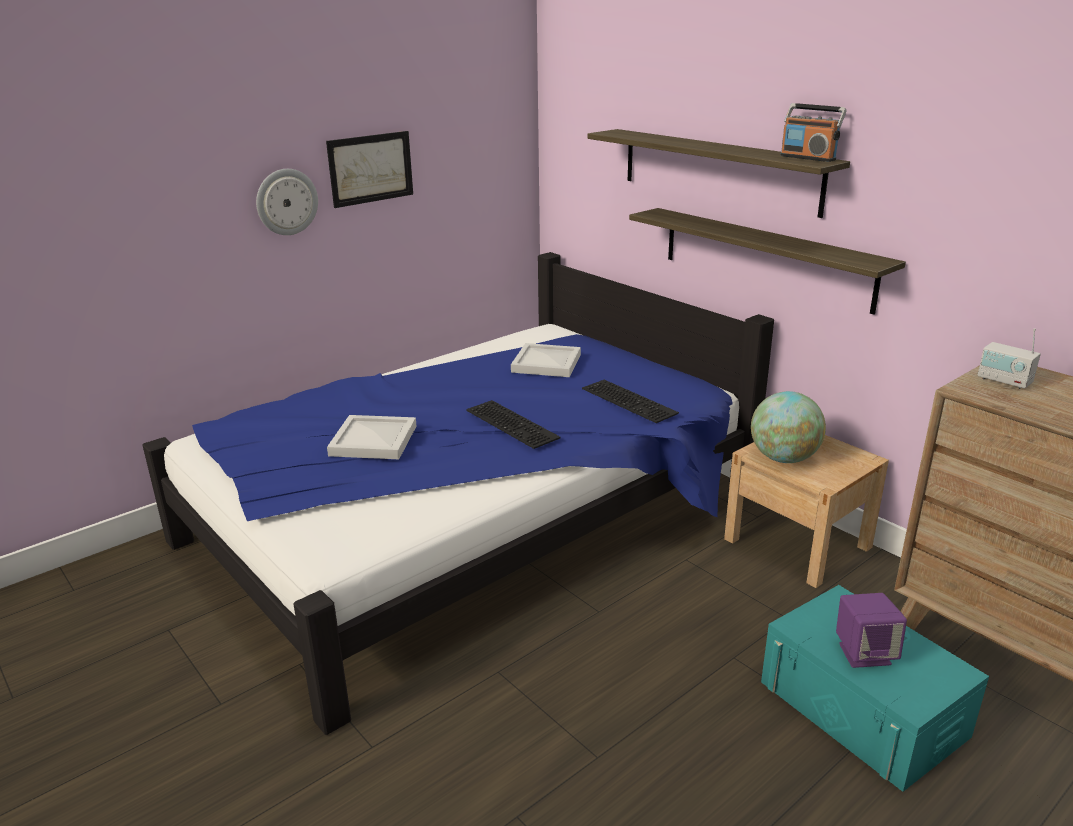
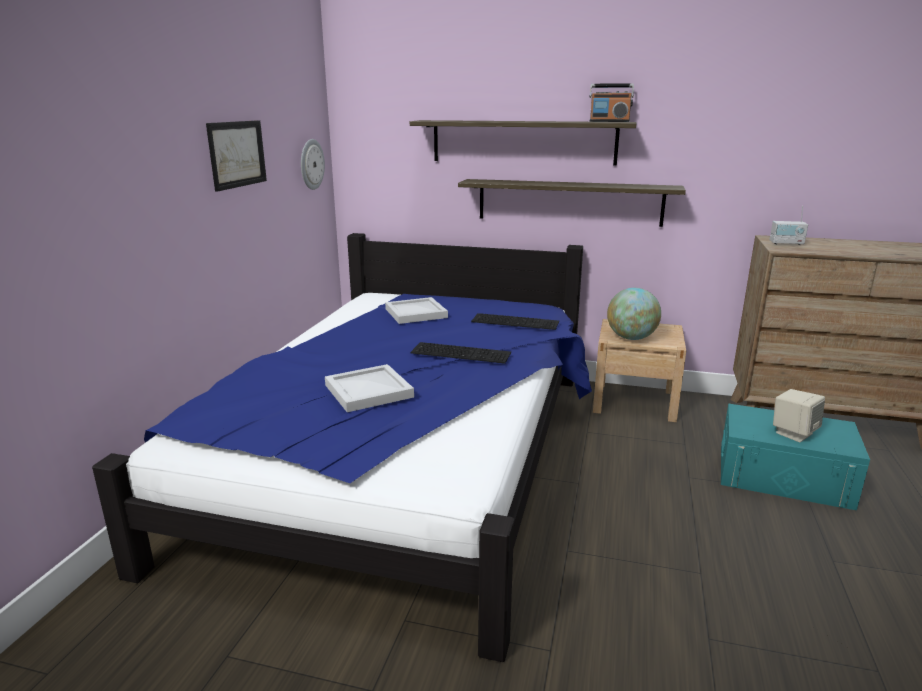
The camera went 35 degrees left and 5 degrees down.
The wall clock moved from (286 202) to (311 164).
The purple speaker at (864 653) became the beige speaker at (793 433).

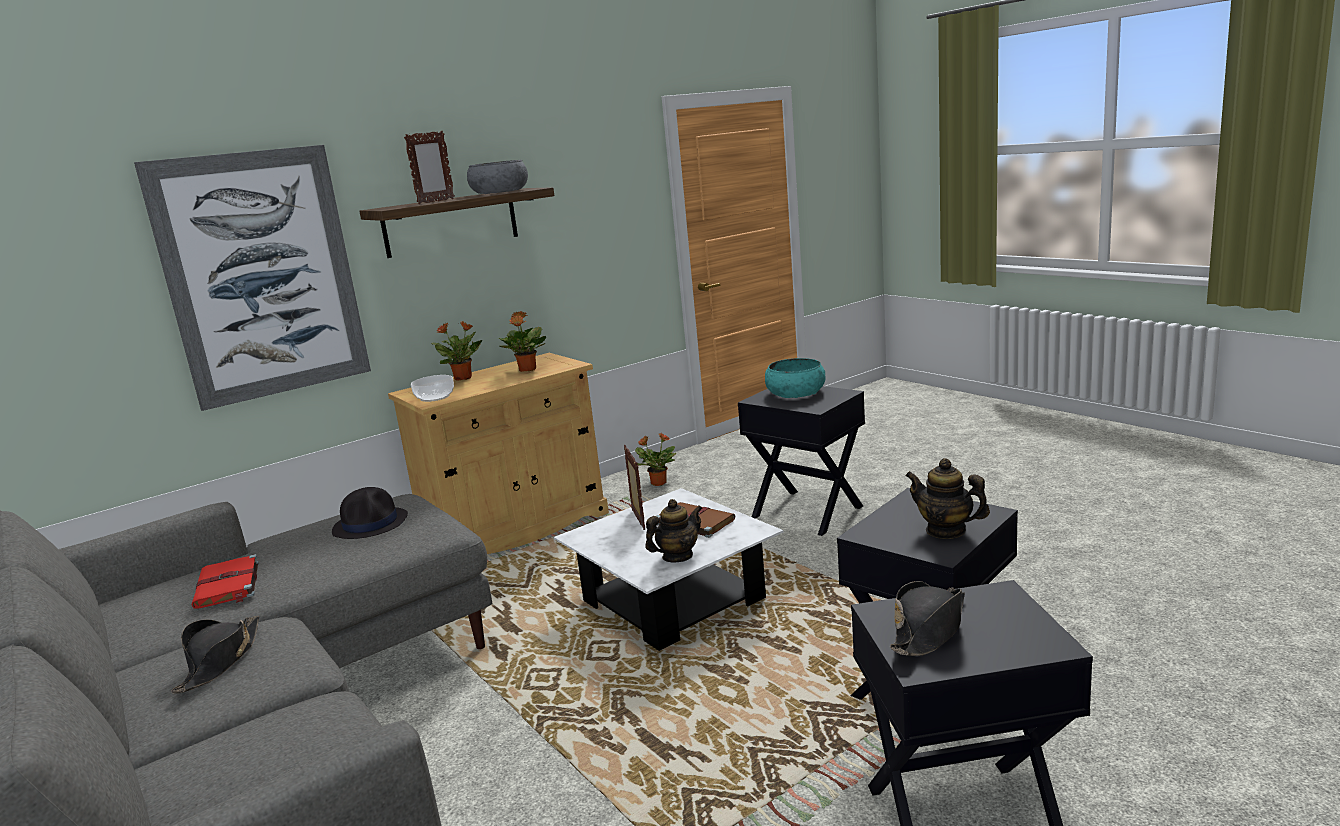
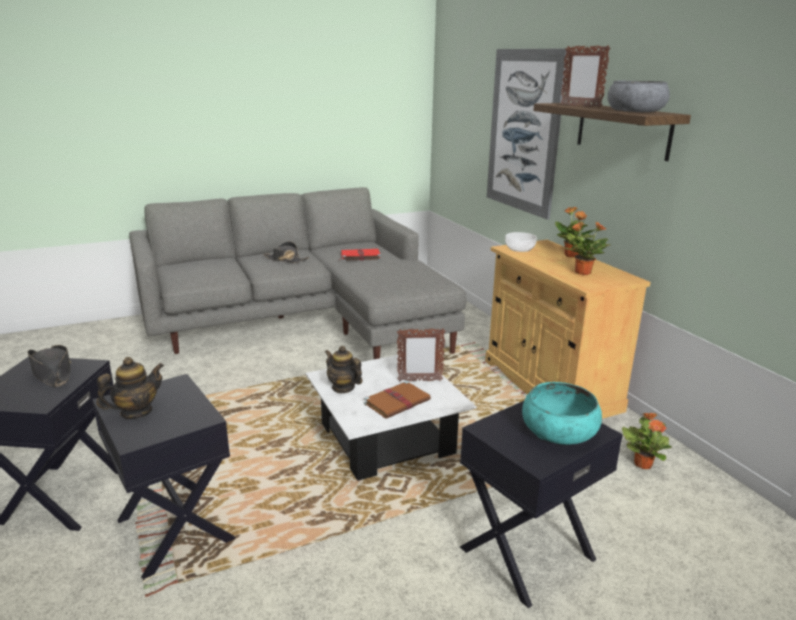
The camera went 100 degrees right and 5 degrees up.
The black hat at (371 524) disappeared.
The teapot at (677 556) turned 150 degrees clockwise.

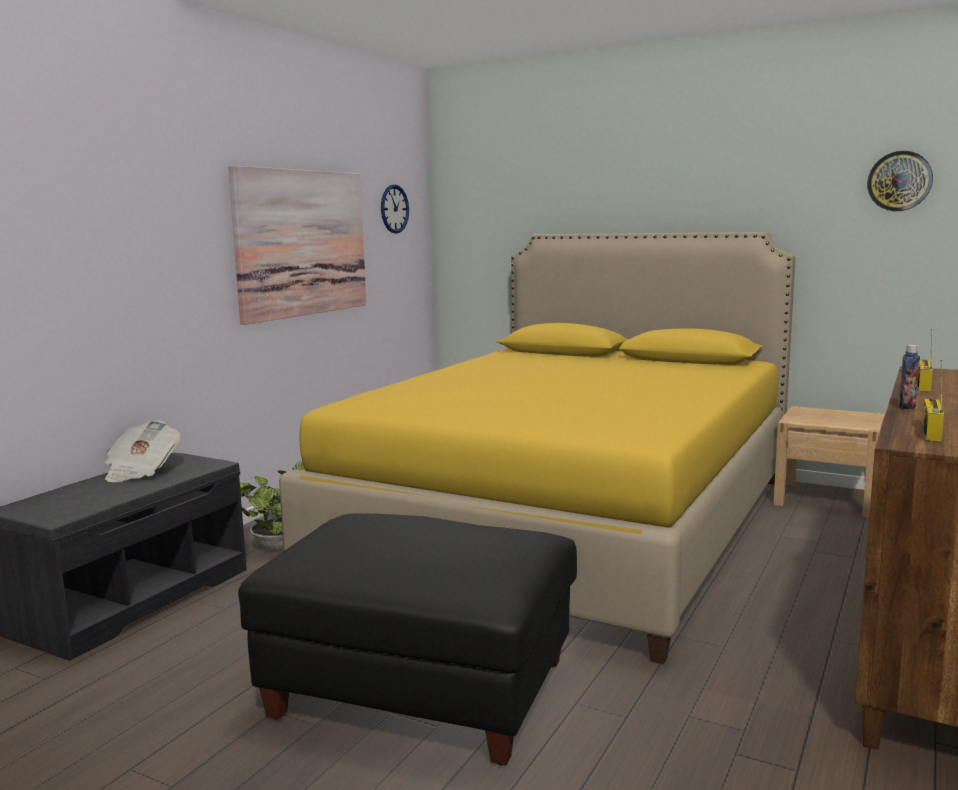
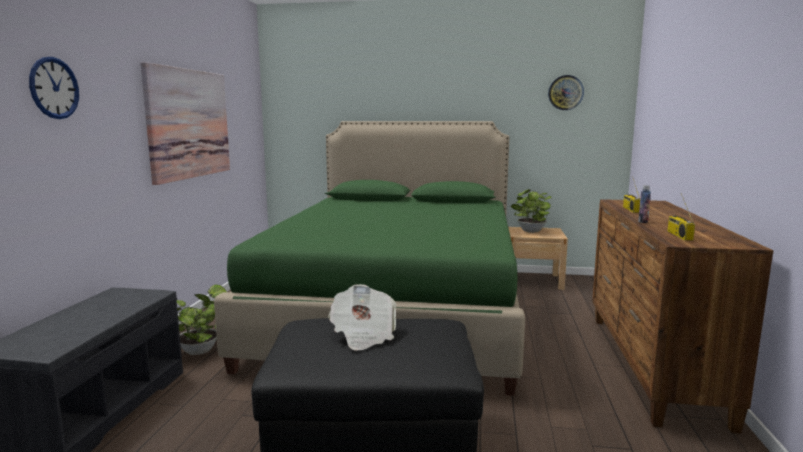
The camera went 20 degrees left and 0 degrees up.
The wall clock moved from (394 209) to (54 88).
The yellow bed at (569 523) became the green bed at (396 311).
The newspaper moved from (141 471) to (363 335).
The potted plant at (530 231) appeared.

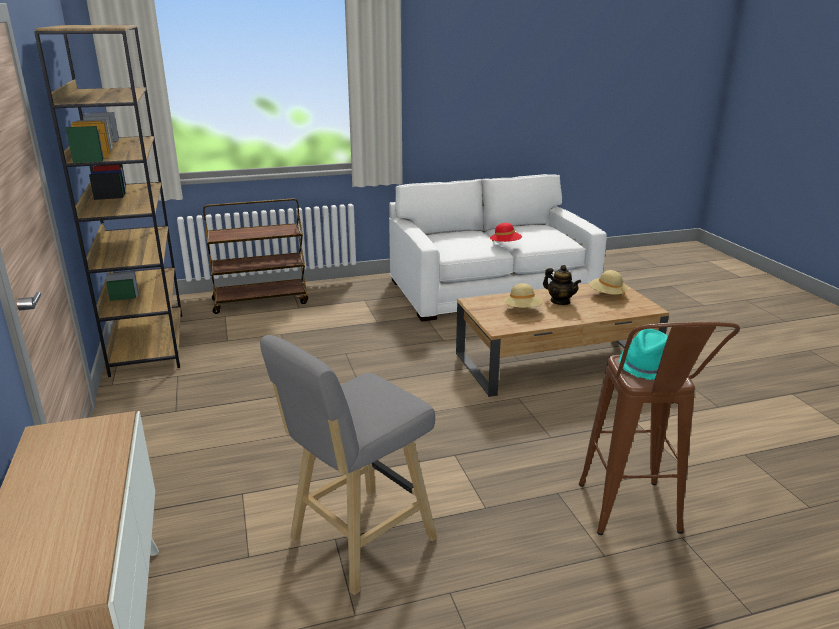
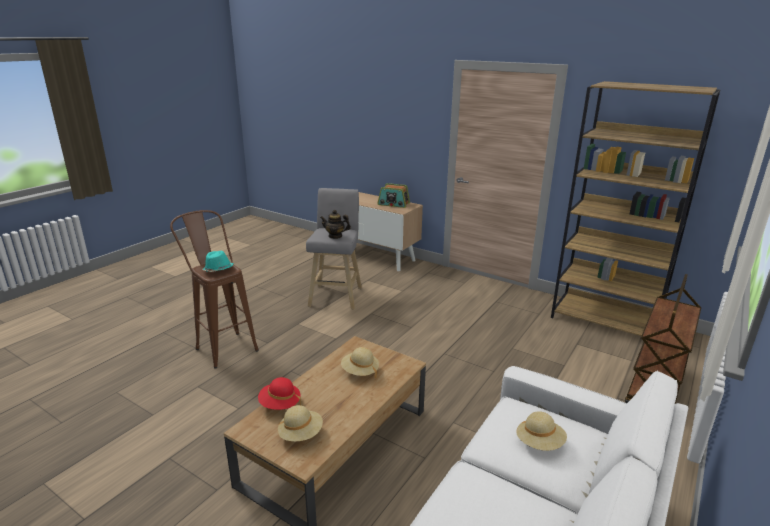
The camera went 140 degrees right and 0 degrees up.
The red hat moved from (505 245) to (280 404).
The teapot moved from (560 301) to (335 236).
The radio at (393 204) appeared.
The beige hat at (539 443) appeared.

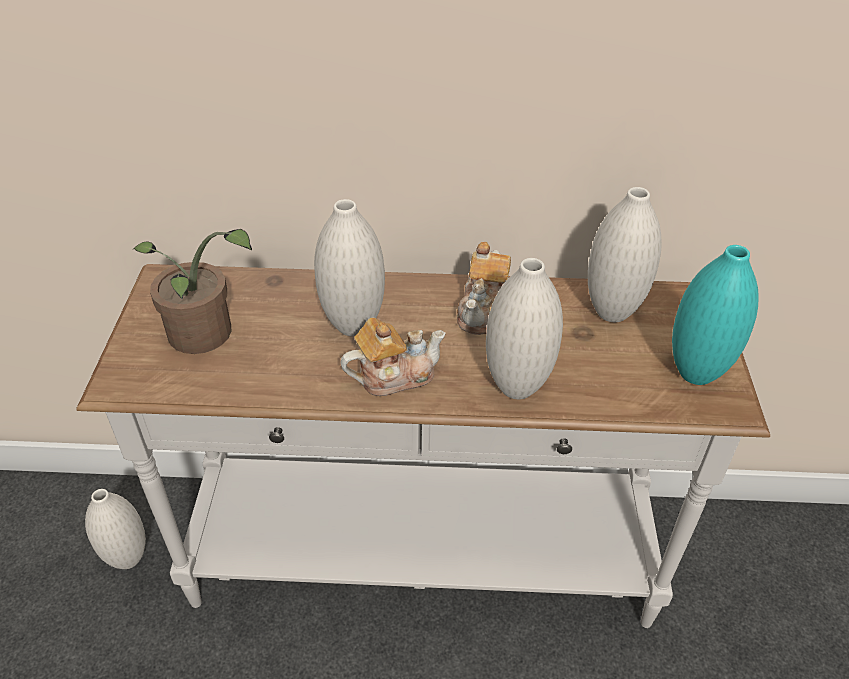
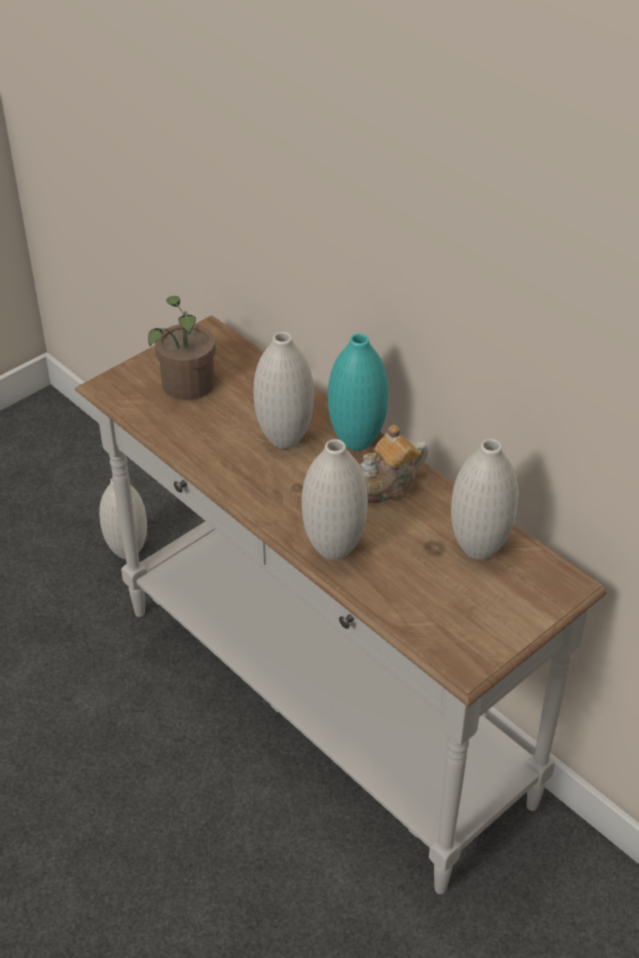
The camera went 45 degrees right and 0 degrees up.
The turquoise vase moved from (696 373) to (356 441).
The teapot at (394 375) disappeared.

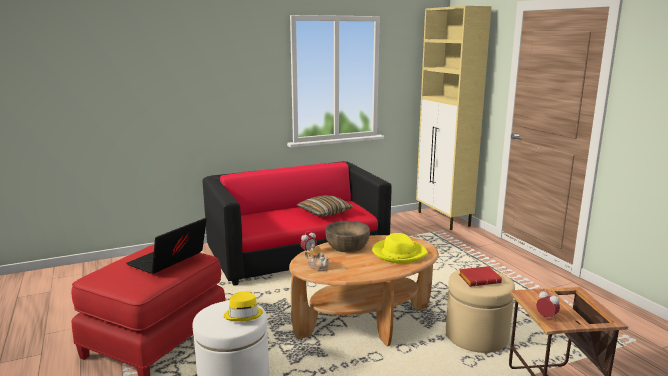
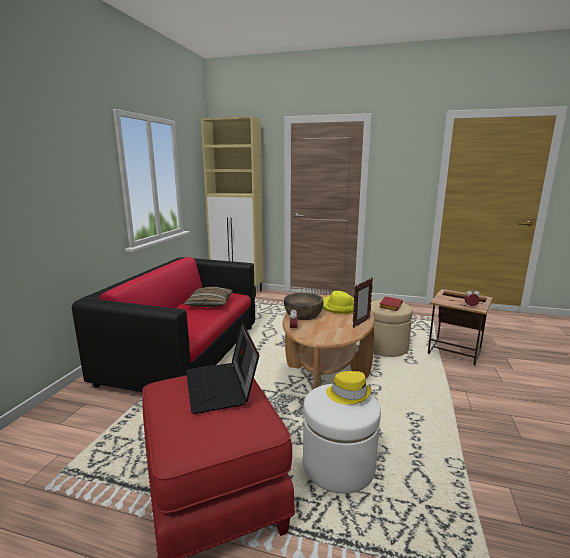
The camera went 50 degrees left and 0 degrees up.
The teapot at (317 266) disappeared.
The picture frame at (361 323) appeared.

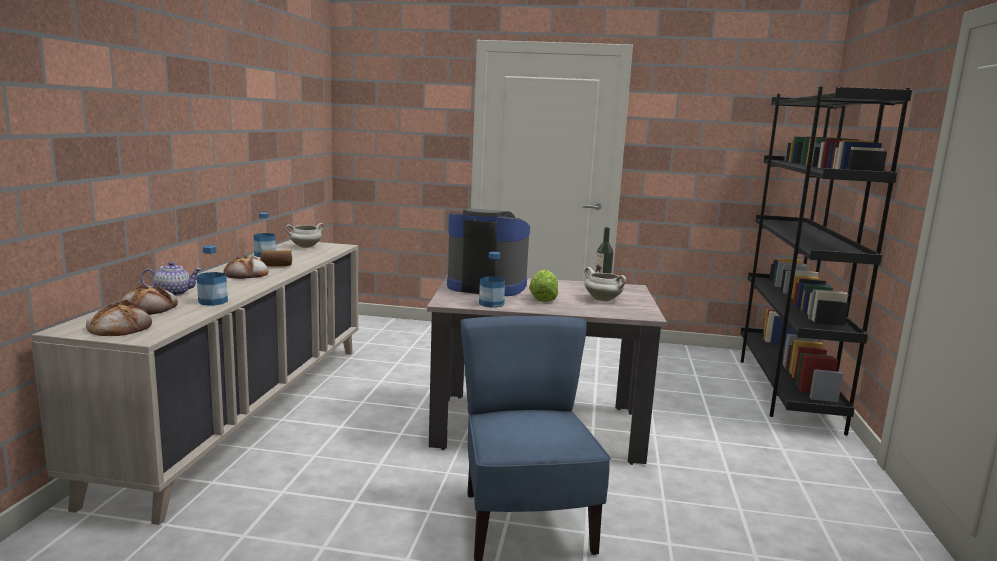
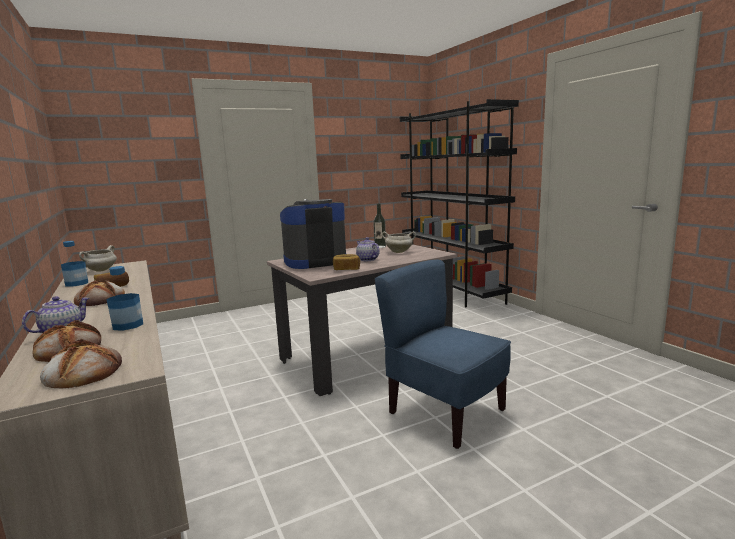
The camera went 35 degrees left and 0 degrees up.
The bottle at (491 304) was replaced by the bread at (346 269).
The lettuce at (543 299) was replaced by the teapot at (367 259).

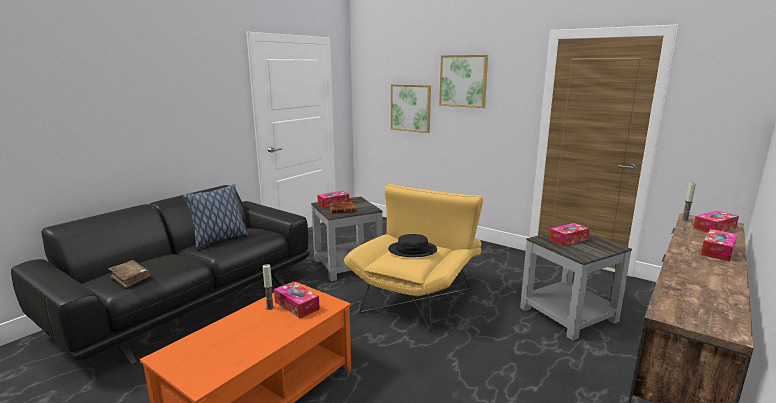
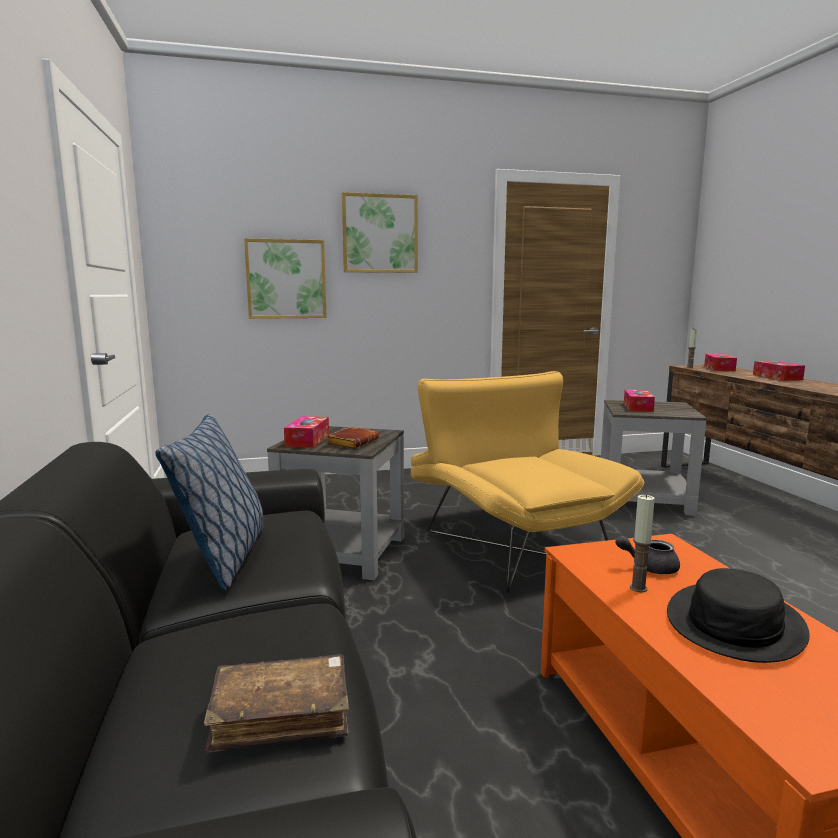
The camera went 50 degrees left and 5 degrees down.
The black hat moved from (412 250) to (735 623).
The tissue box at (297 305) was replaced by the grey teapot at (649 567).

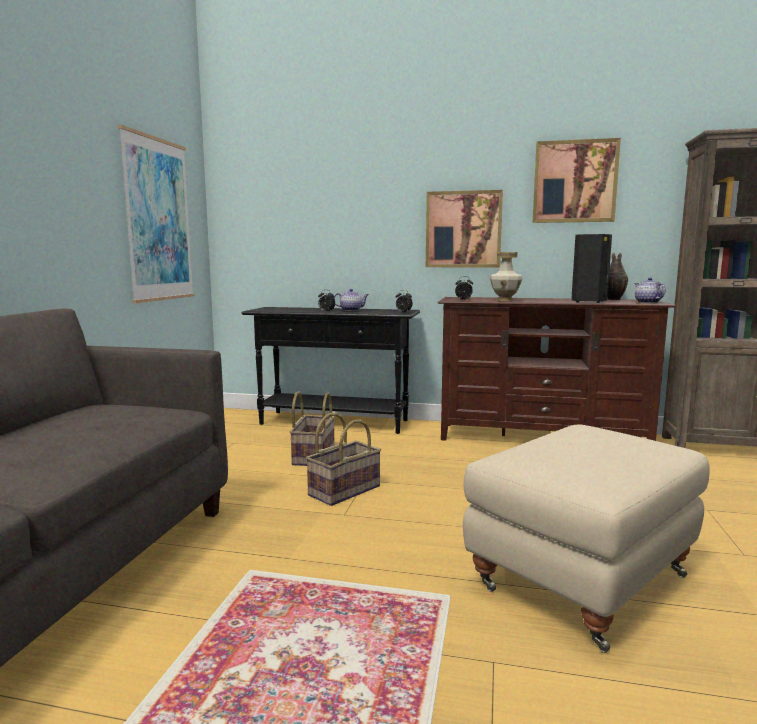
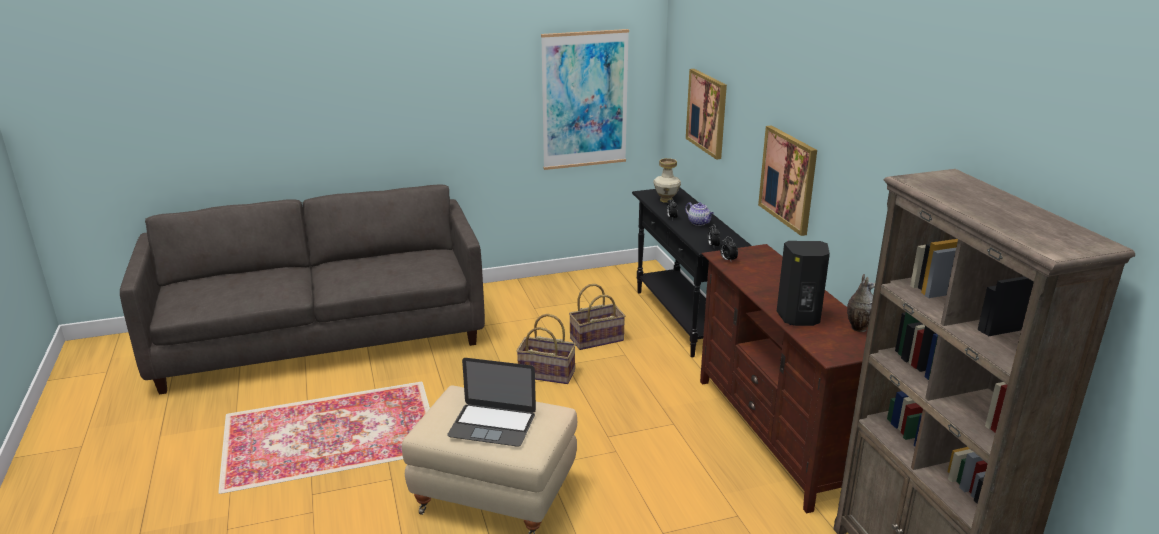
The camera went 60 degrees right and 15 degrees up.
The picture moved from (574 182) to (707 113).
The vase moved from (505 300) to (666 200).
The teapot at (647 302) disappeared.
The laptop at (492 425) appeared.

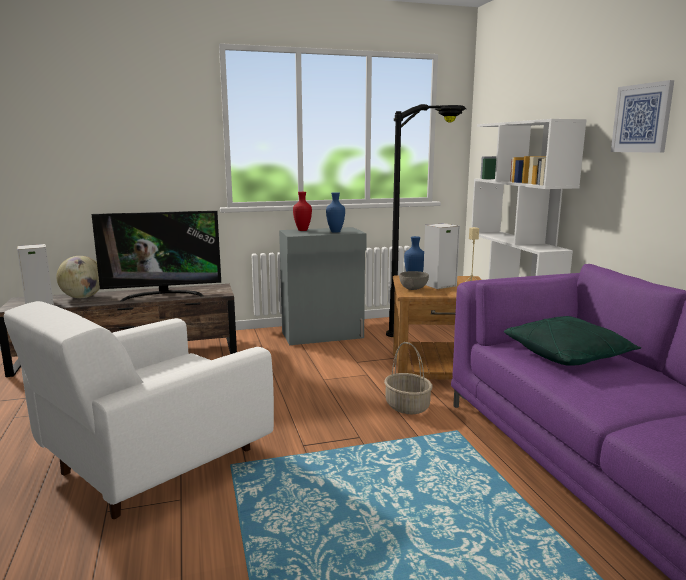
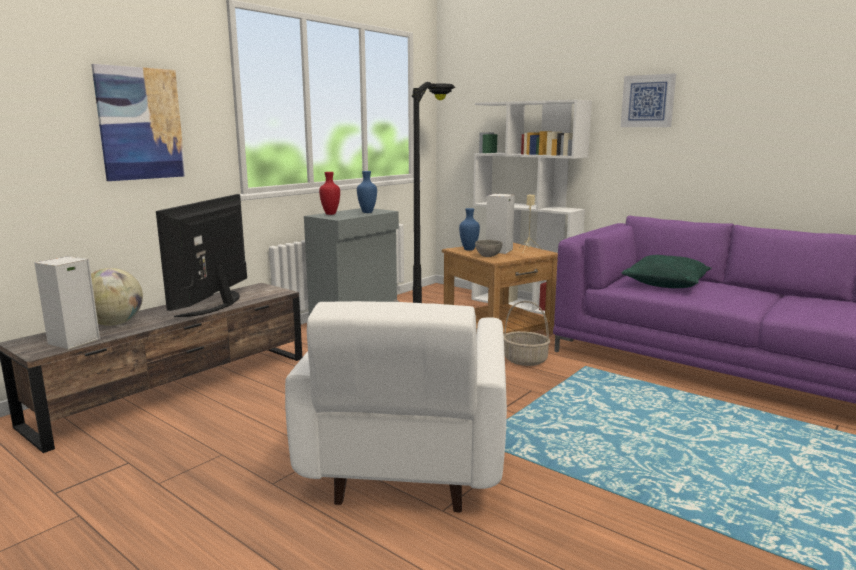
The camera went 35 degrees left and 0 degrees up.
The television at (163 295) turned 150 degrees clockwise.
The picture at (140 124) appeared.

